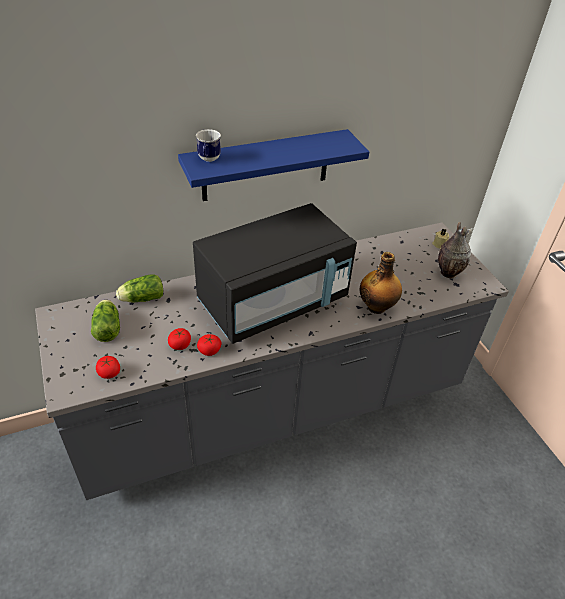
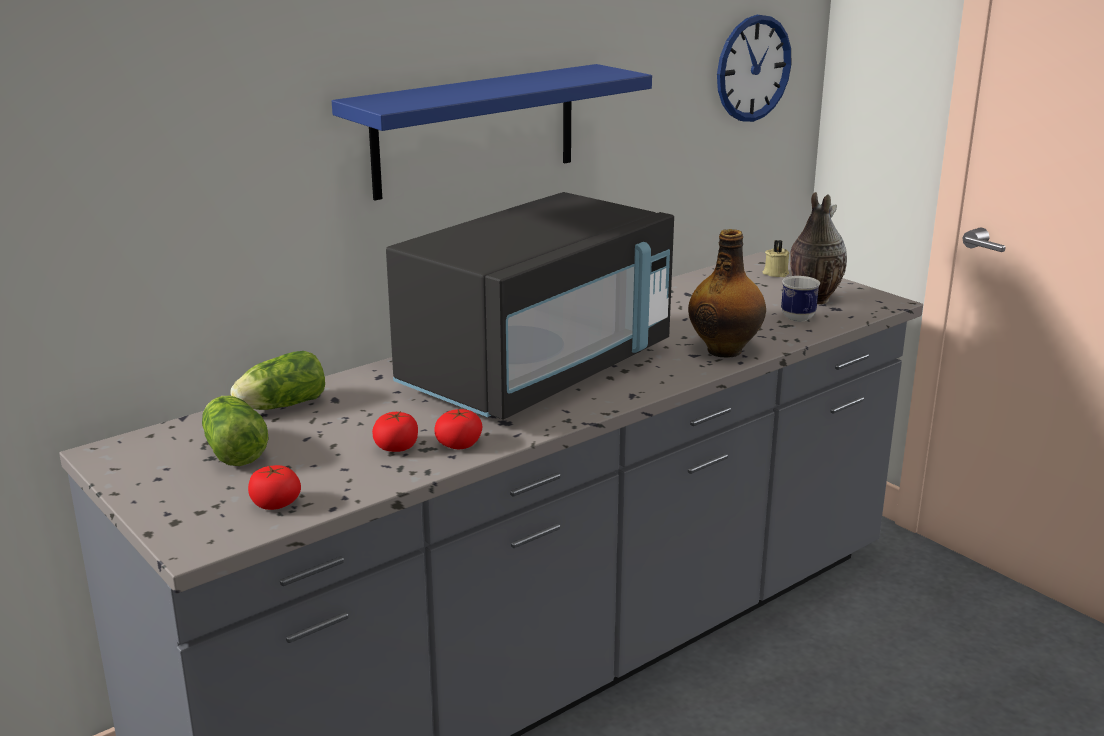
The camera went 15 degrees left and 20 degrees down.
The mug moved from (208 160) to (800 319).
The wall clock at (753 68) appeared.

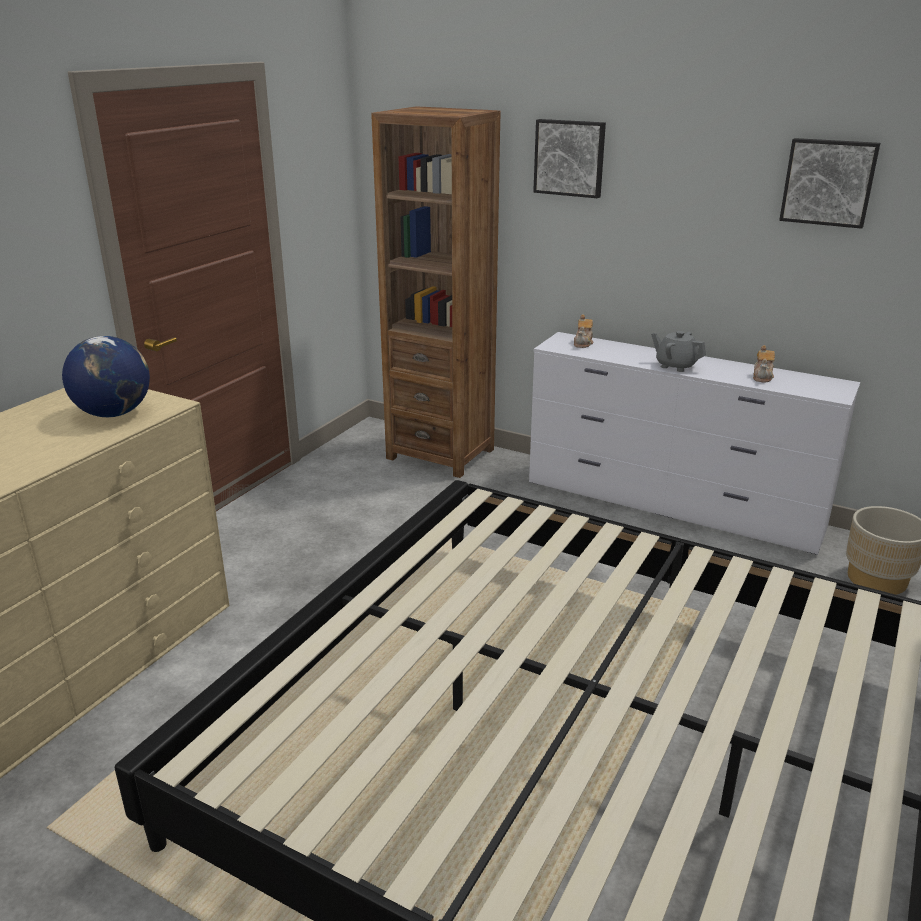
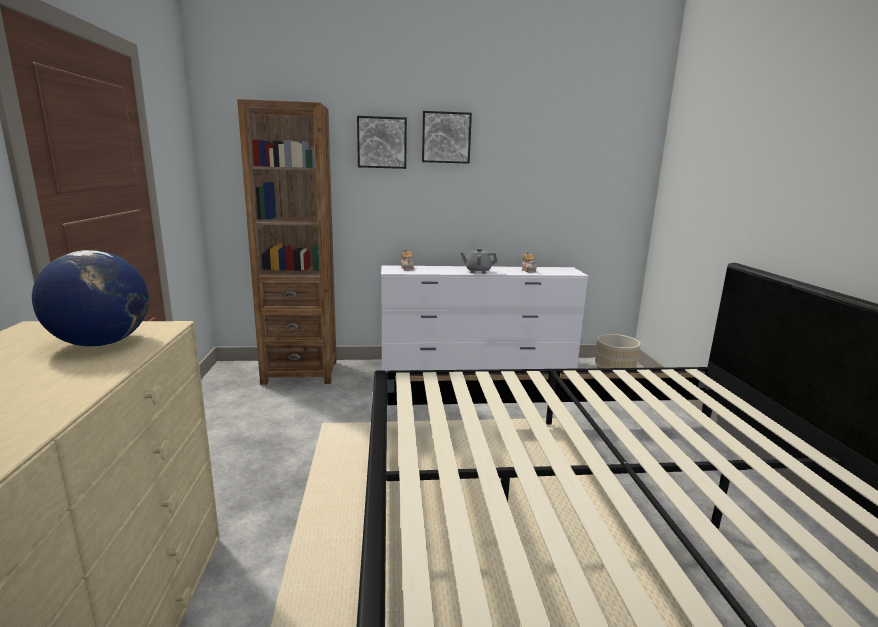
The camera went 35 degrees left and 10 degrees down.
The picture moved from (828 182) to (446 137).

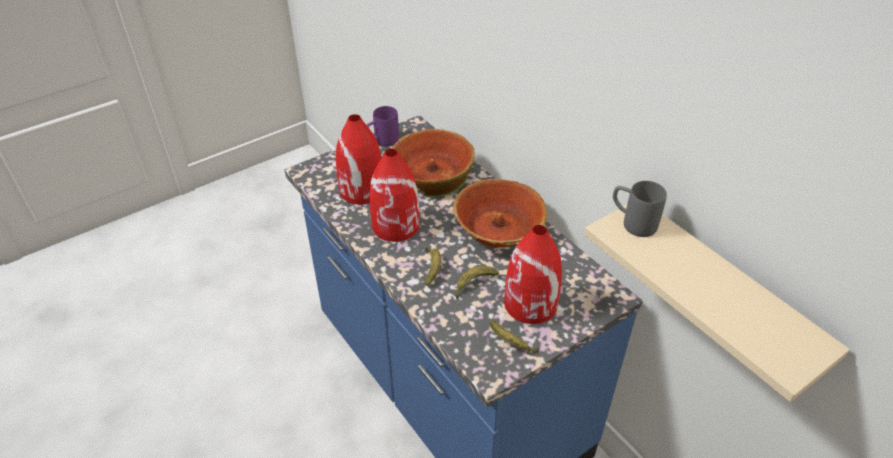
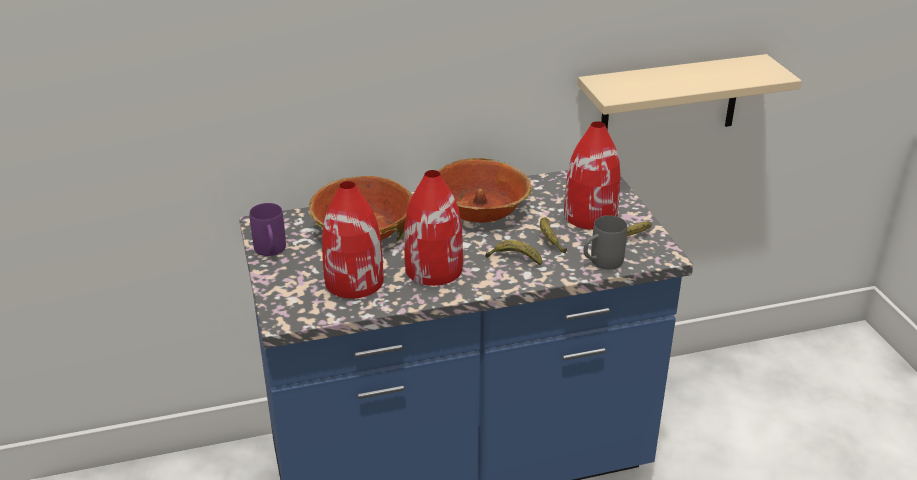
The camera went 70 degrees left and 10 degrees down.
The grey mug moved from (632 222) to (601 263).

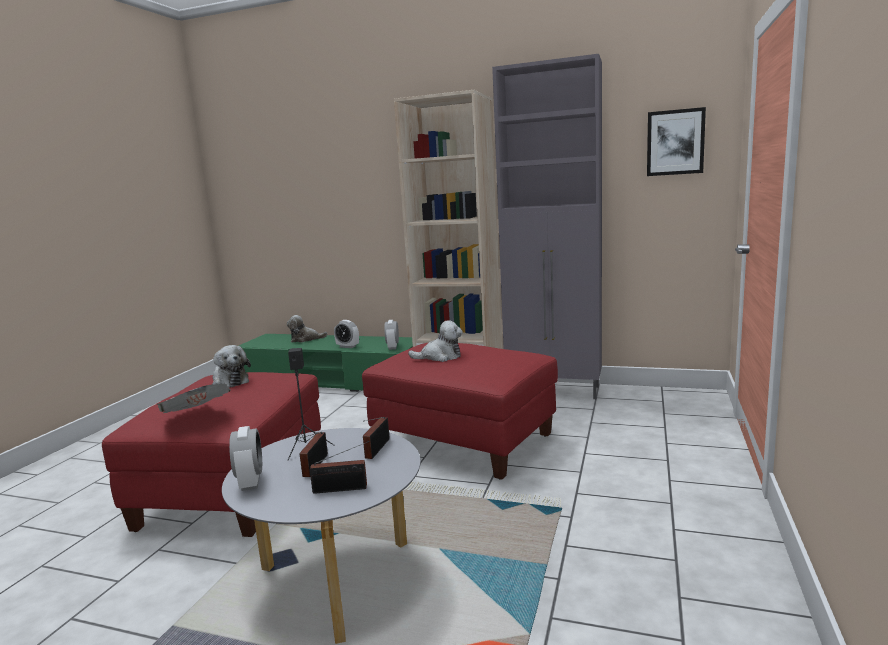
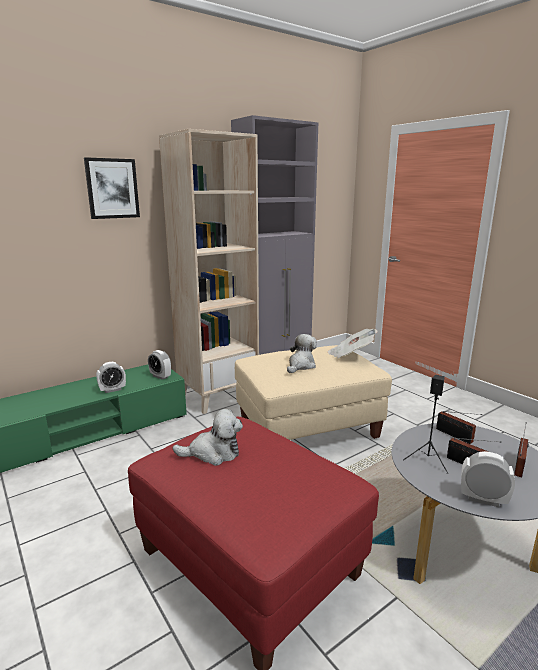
The camera went 55 degrees left and 5 degrees up.
The picture moved from (675 142) to (112 188).
The plush toy at (305 339) disappeared.
The red ottoman at (464 442) became the beige ottoman at (307 428).
The newspaper moved from (197 417) to (350 355).

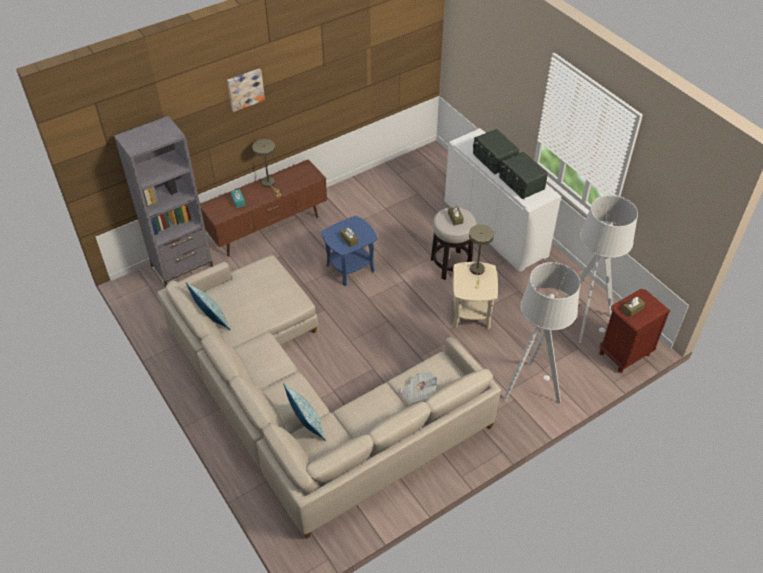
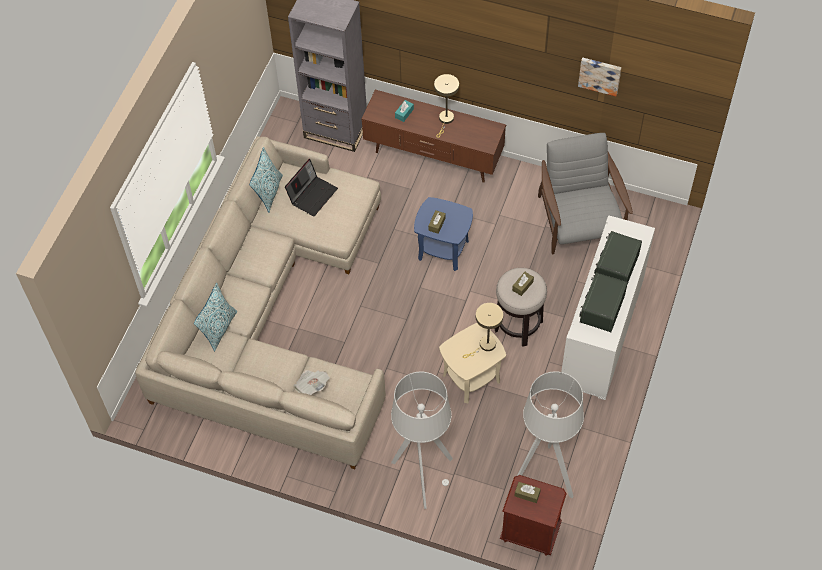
The camera went 55 degrees right and 10 degrees up.
The picture moved from (245 89) to (600 75).
The grey armchair at (579 222) appeared.
The laptop at (312 195) appeared.

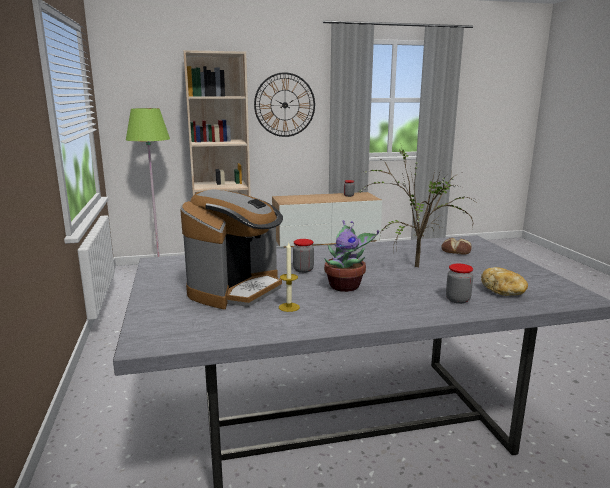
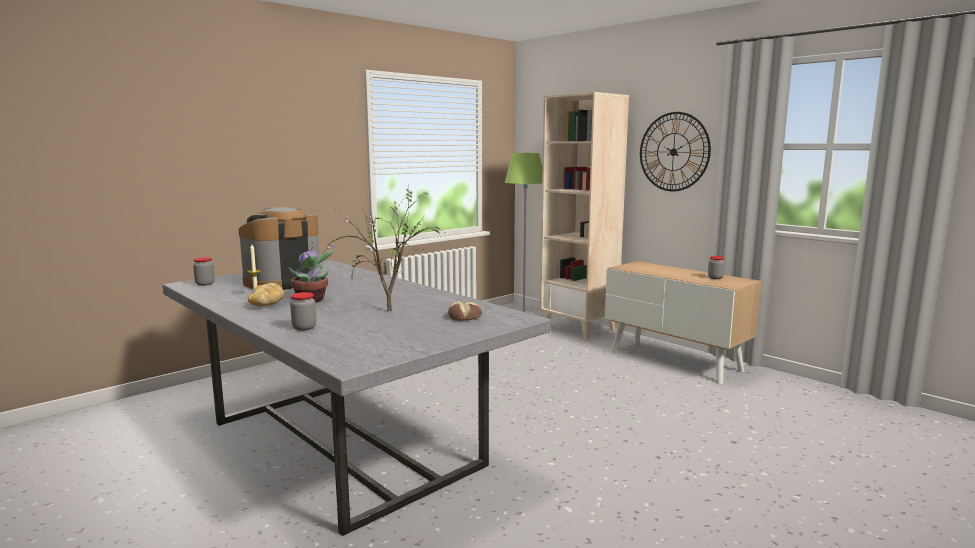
The camera went 60 degrees right and 5 degrees down.
The coffee machine at (236 290) turned 135 degrees clockwise.
The jar moved from (303 270) to (205 284).
The bread moved from (503 292) to (267 305).

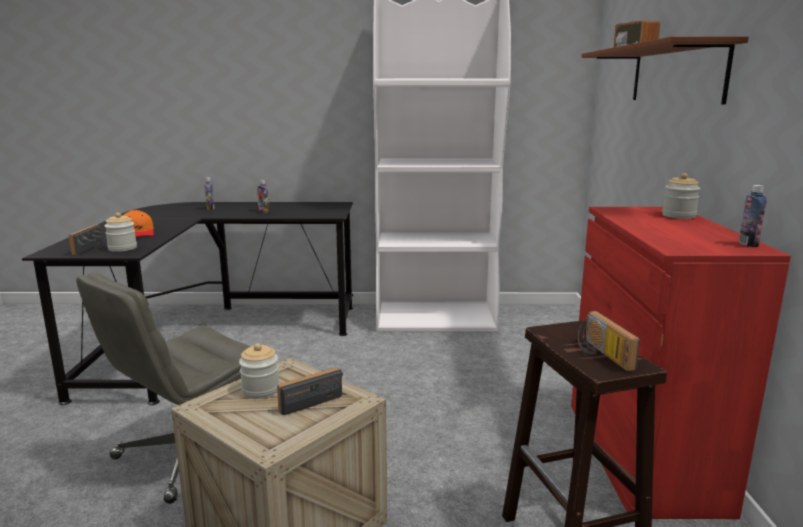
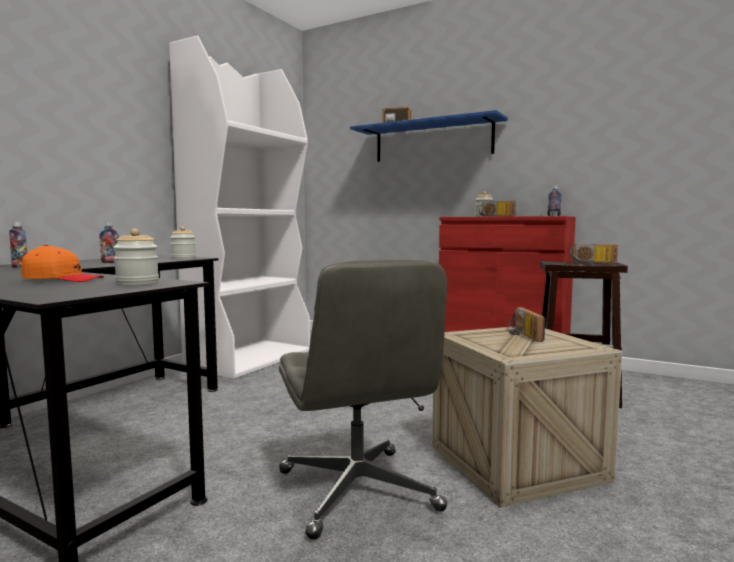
The camera went 60 degrees left and 10 degrees down.
The brown shelf at (676 74) became the blue shelf at (432 141).
The radio moved from (84 248) to (496 216).
The jar moved from (261 390) to (183 258).

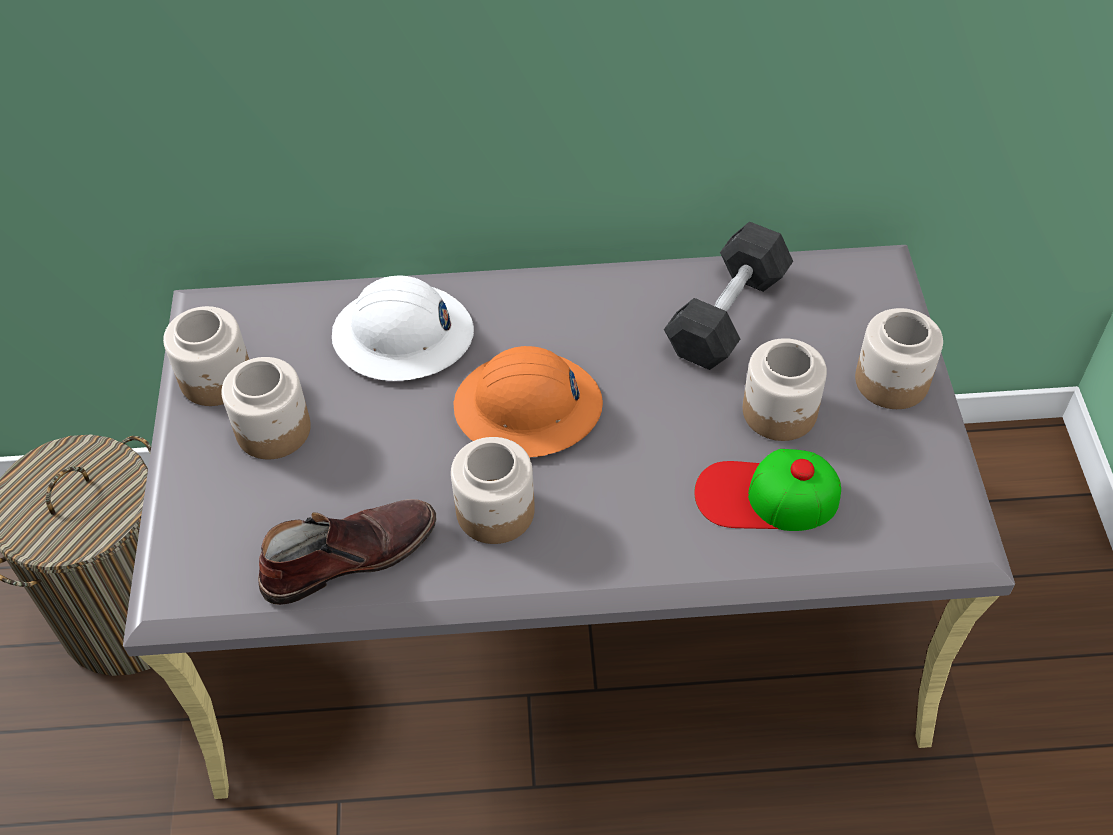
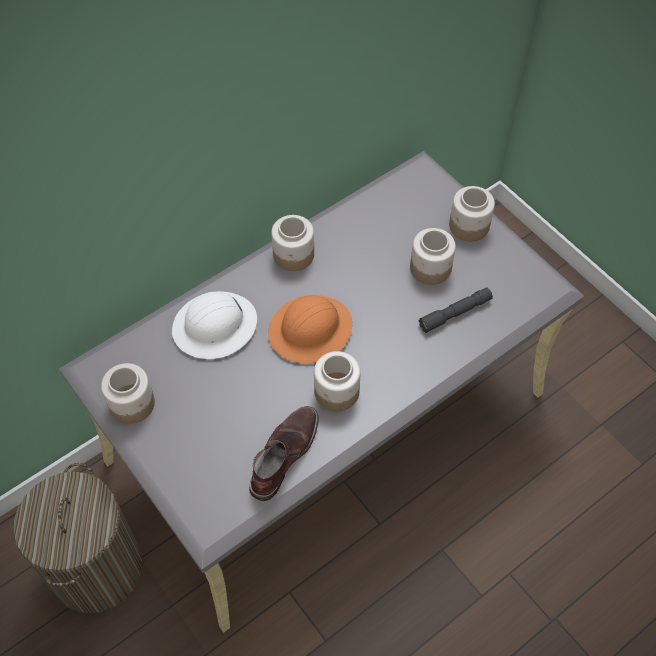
The camera went 35 degrees left and 5 degrees up.
The grey dumbbell at (727 315) disappeared.
The jar moved from (273 430) to (294 255).
The cap at (766 496) was replaced by the grey flashlight at (455 313).

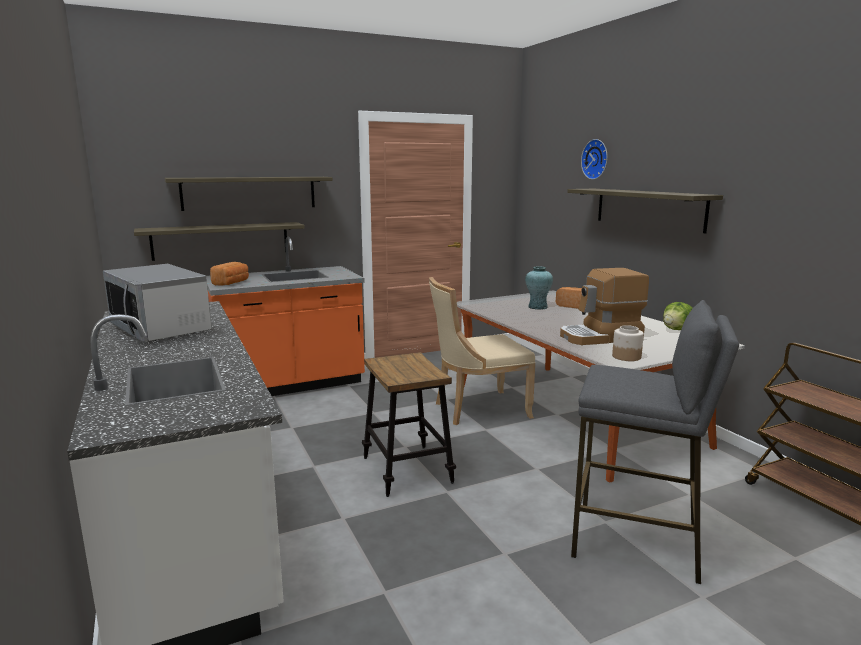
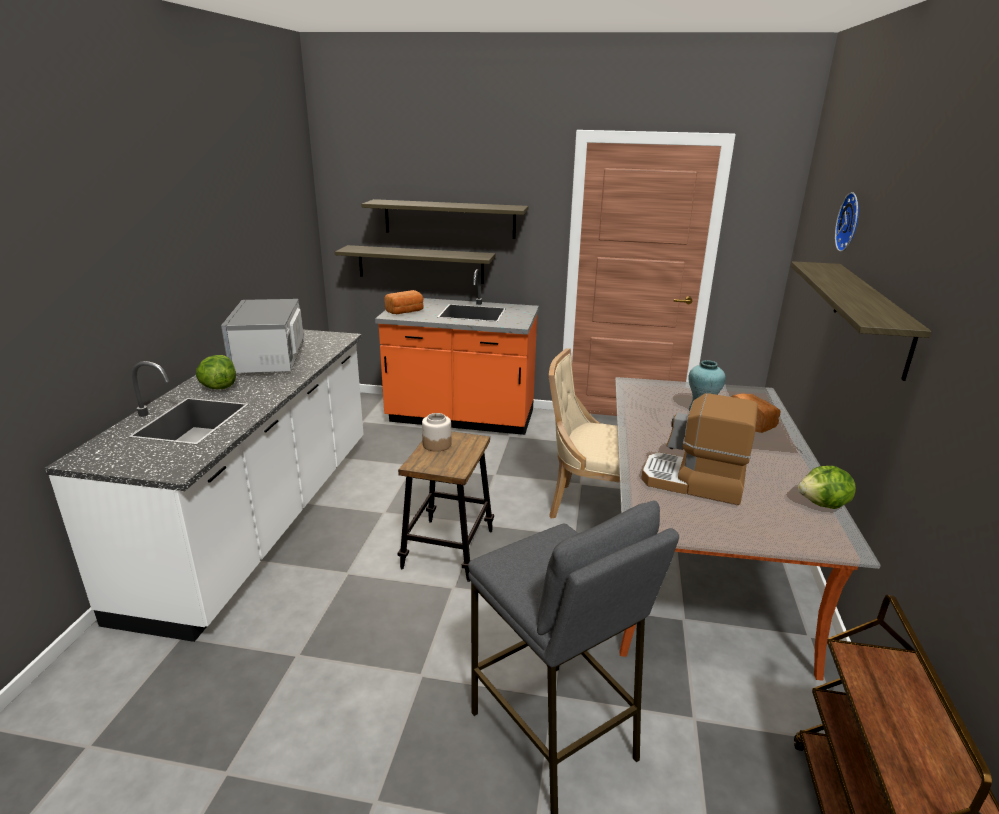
The camera went 35 degrees right and 10 degrees up.
The jar moved from (626 356) to (437 444).
The lettuce at (219 387) appeared.

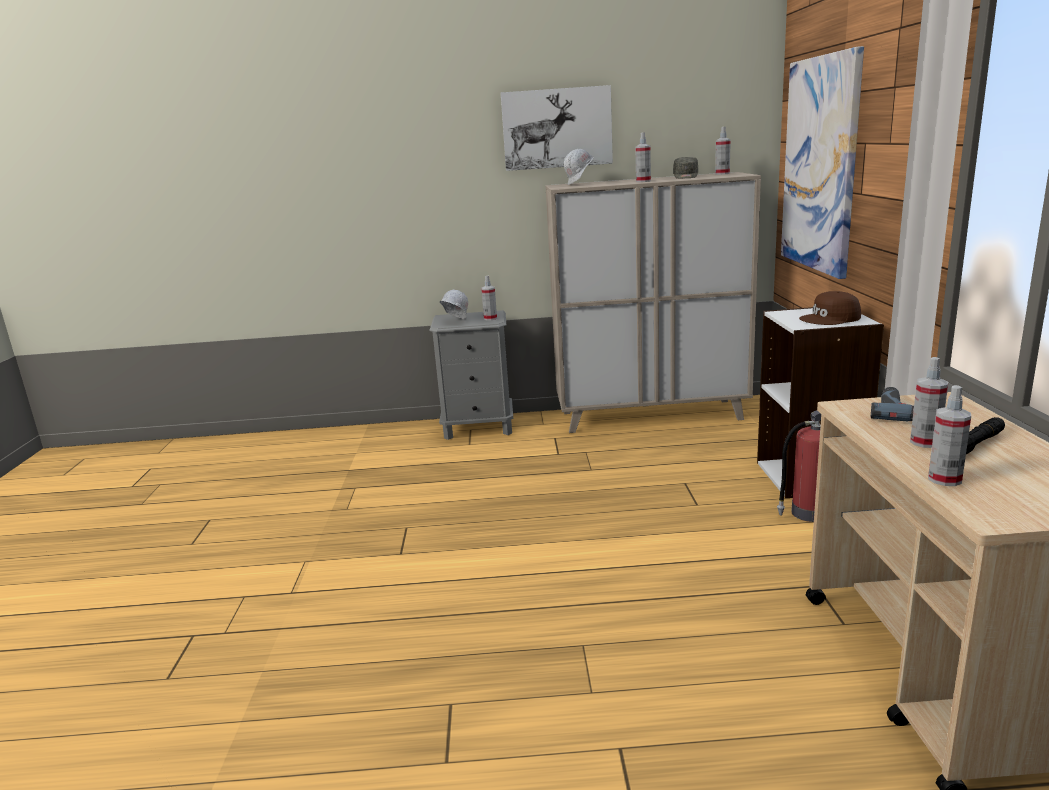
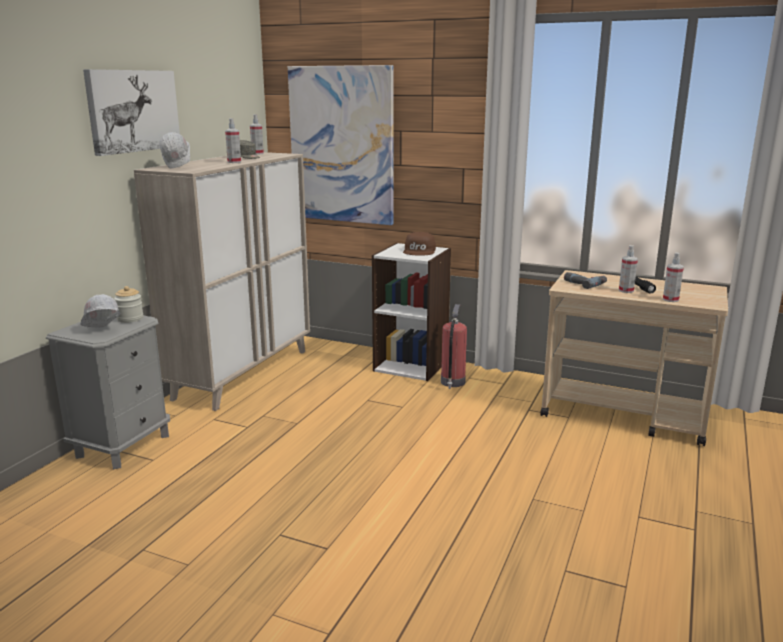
The camera went 65 degrees left and 0 degrees up.
The spray bottle at (490 318) was replaced by the jar at (130 319).

